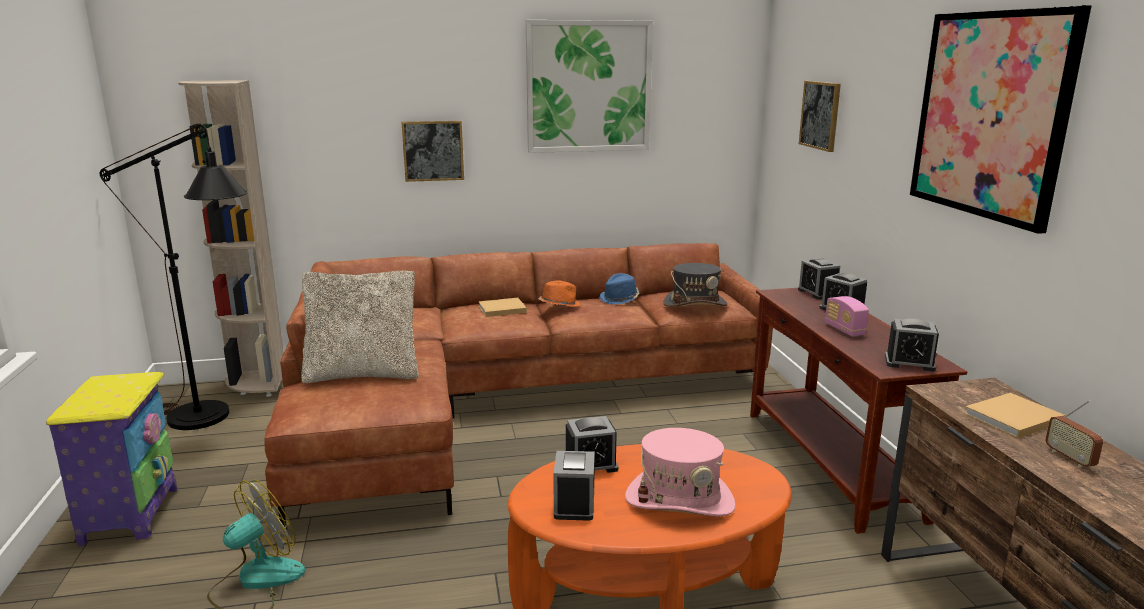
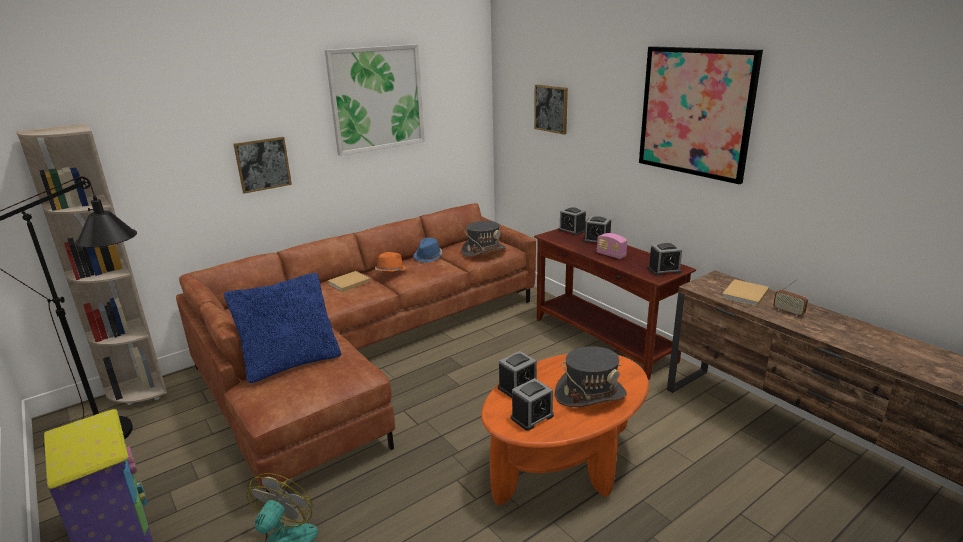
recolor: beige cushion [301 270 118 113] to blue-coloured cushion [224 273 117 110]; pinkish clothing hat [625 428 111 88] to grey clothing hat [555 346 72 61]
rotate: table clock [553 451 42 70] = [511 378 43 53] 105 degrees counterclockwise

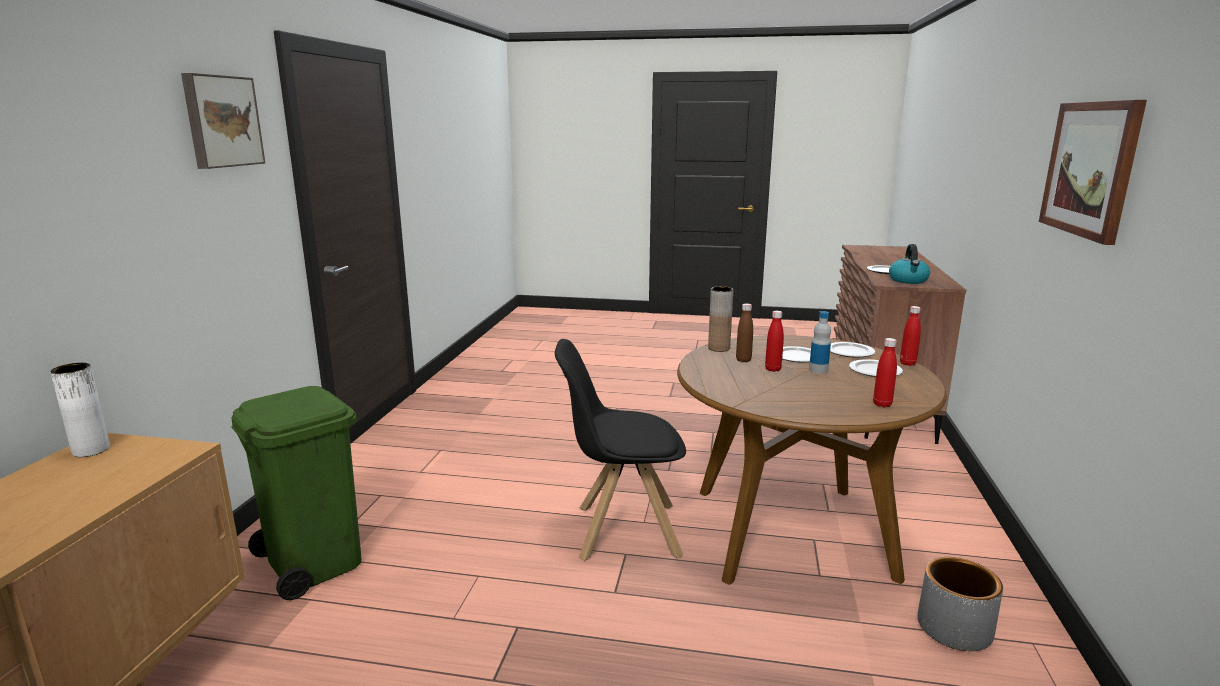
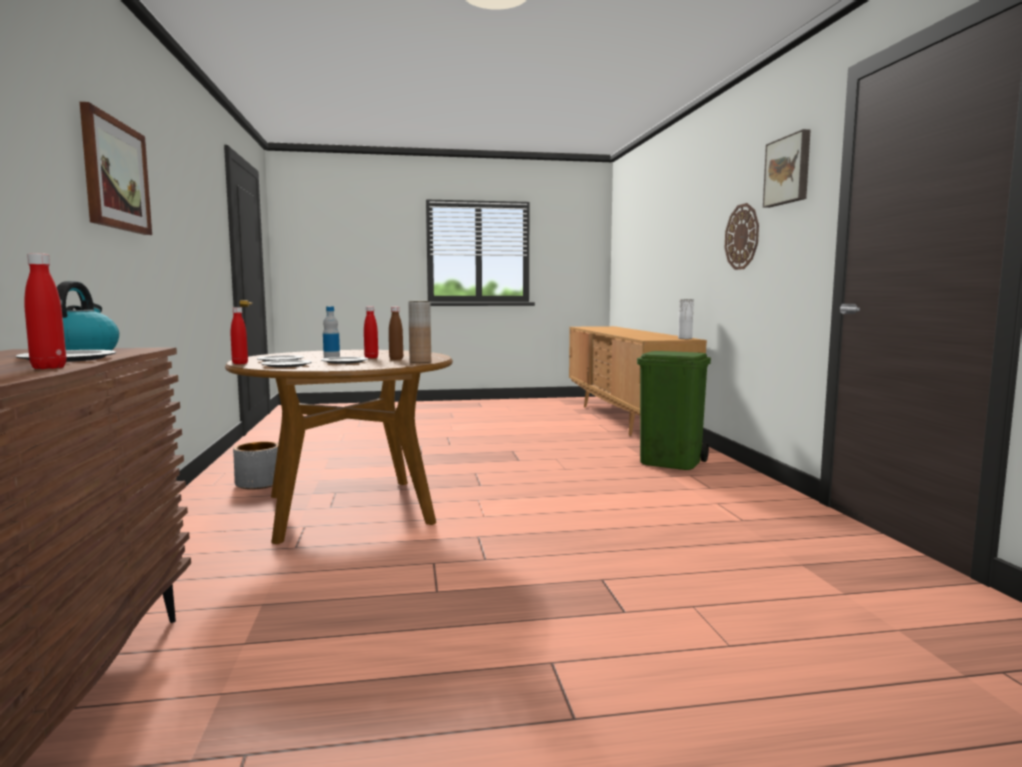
delete: black-coloured upright chair [555 339 131 222]
insert: hanging clock [725 203 34 67]
move: red beverage bottle [873 338 24 69] to [24 253 43 116]

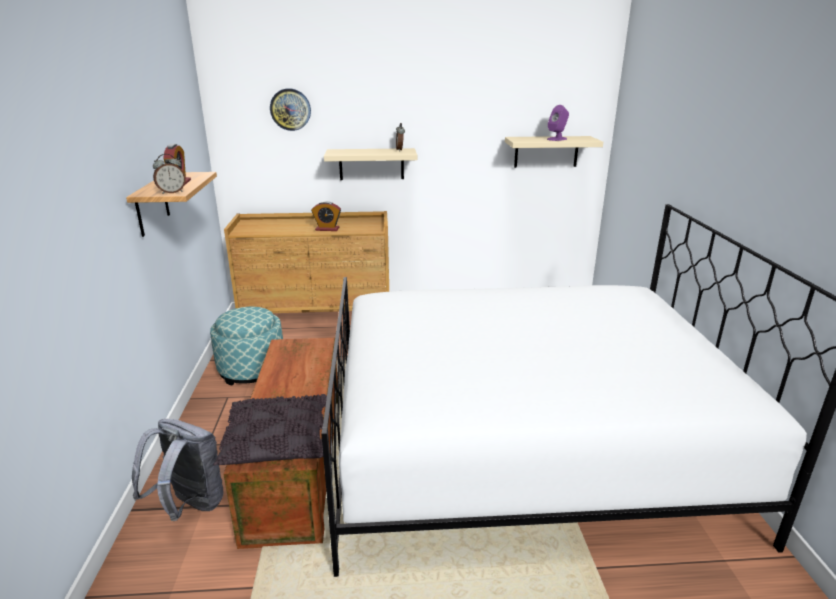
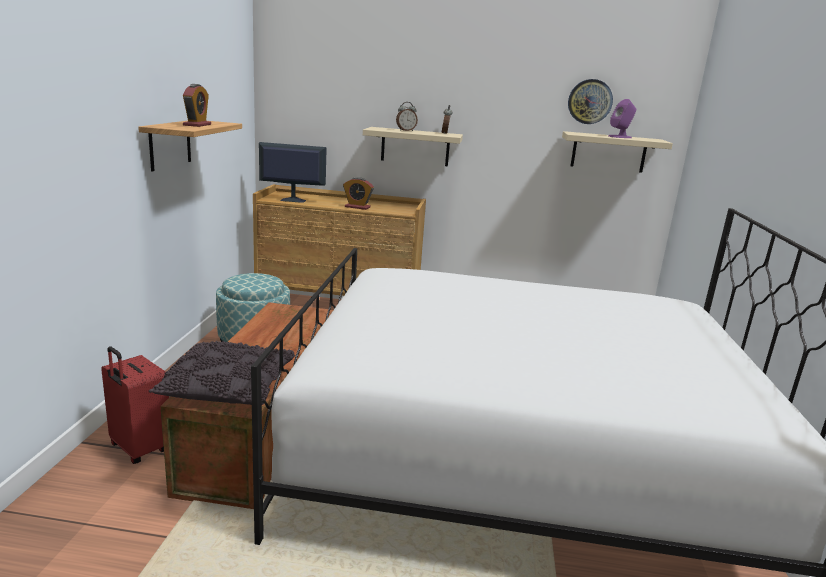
insert: computer display [259 142 68 61]
move: table clock [153 154 33 40] to [396 102 22 29]; hanging clock [270 88 41 43] to [568 79 45 45]
replace: grey knapsack [132 419 91 102] to red travel case [101 346 68 118]

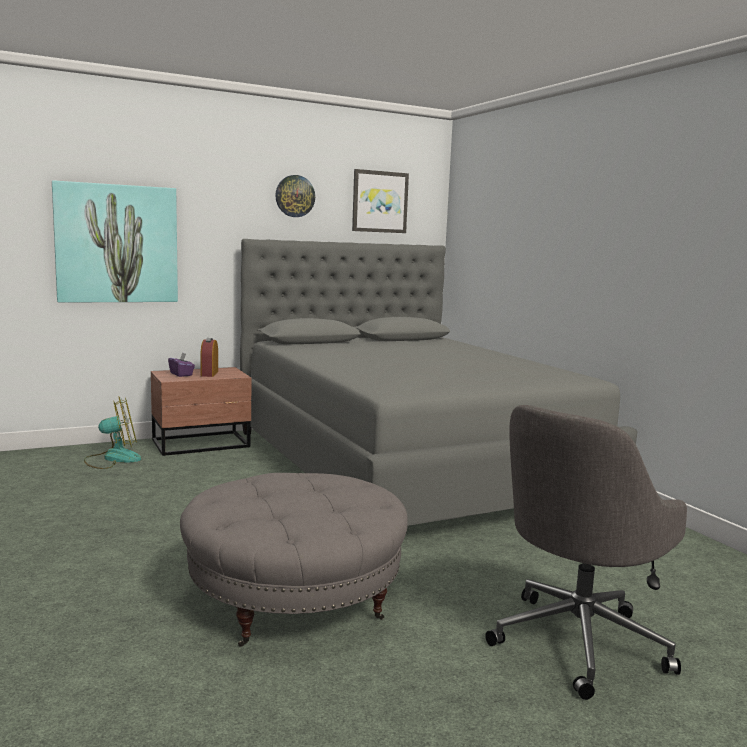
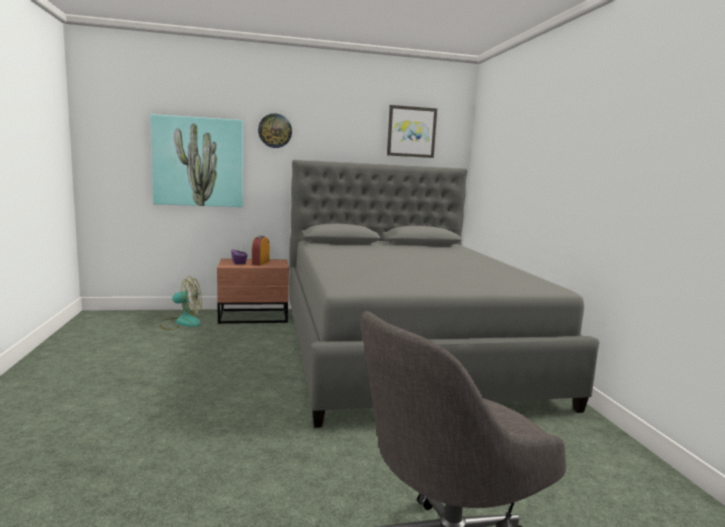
delete: grey ottoman [180 473 228 174]
move: hanging clock [275 175 40 42] to [258 113 34 35]

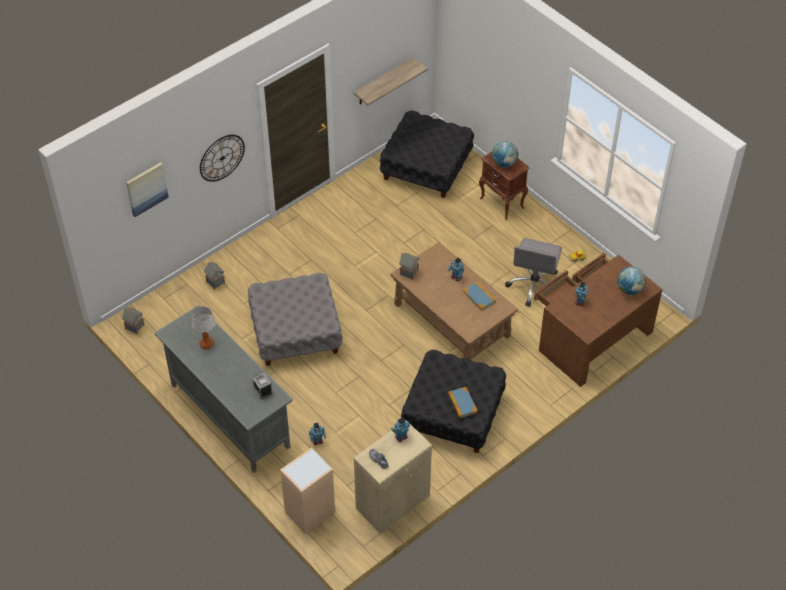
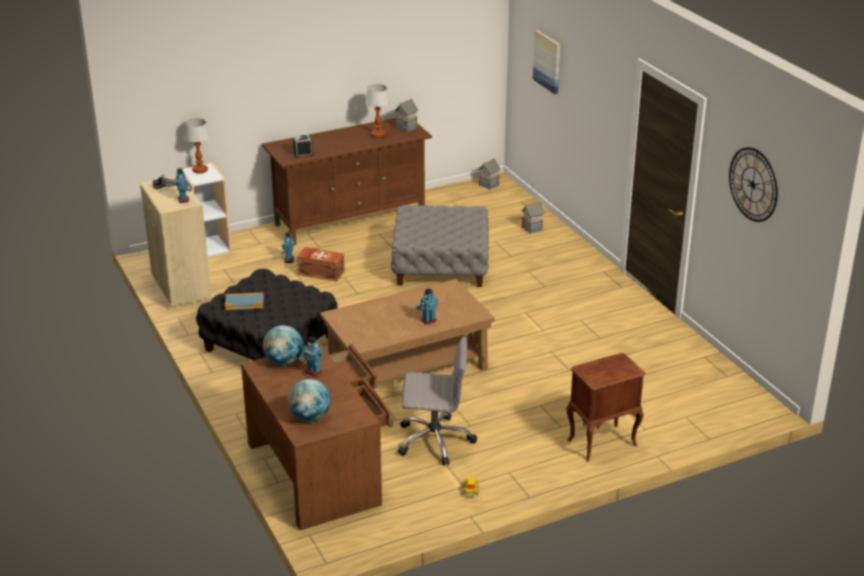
delete: shelf [354 58 74 47]; black-coloured ottoman [380 111 94 87]; bound book [463 282 33 29]
insert: table lamp [184 118 26 55]; brownish storage container [297 247 48 35]
move: hanging clock [200 135 45 47] to [729 147 49 75]; miniature house [399 253 20 27] to [395 99 23 34]; globe [492 141 26 26] to [263 325 40 40]
recolor: grey drawer chest [155 305 138 168] to brownish drawer chest [262 118 170 127]
rotate: grey office chair [505 238 57 69] = [398 336 79 129] 150 degrees clockwise

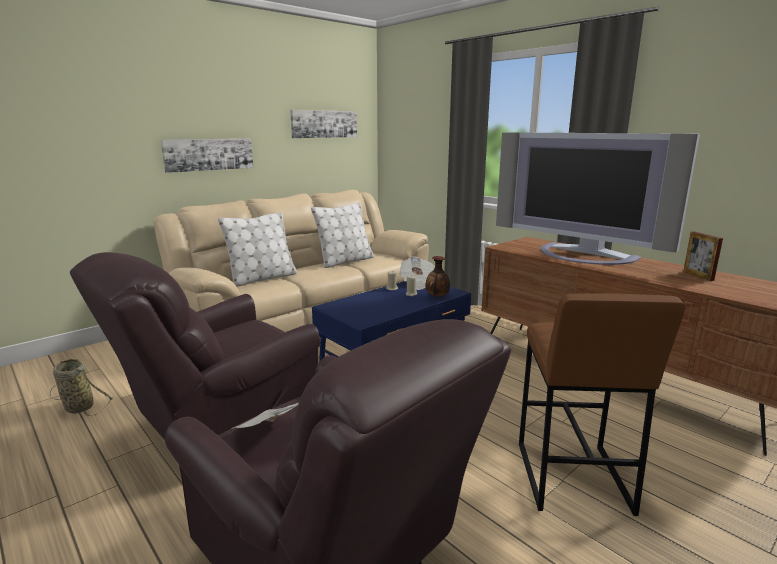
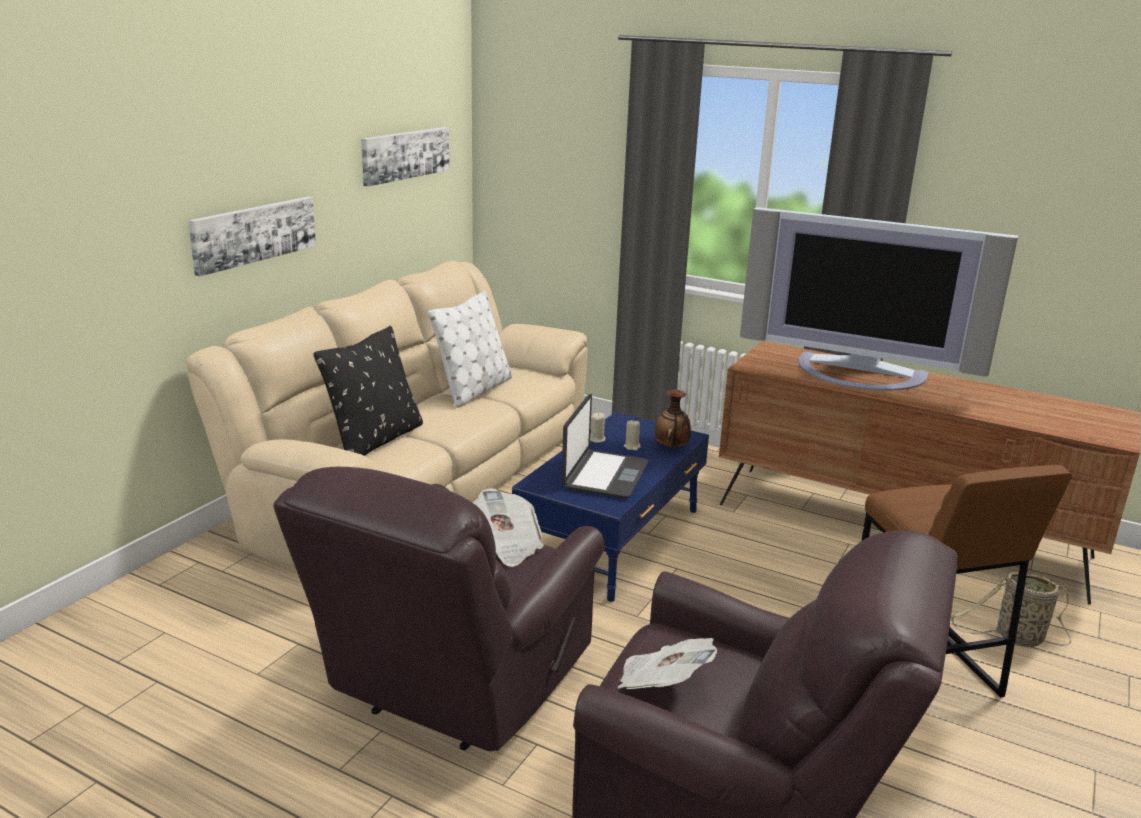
delete: standing frame [683 231 40 50]
insert: notebook computer [561 394 88 105]
move: household basket [50 358 63 58] to [951 572 120 75]; printed paper [399 257 36 33] to [472 488 72 79]
recolor: whitish cushion [218 212 79 74] to black-coloured cushion [313 326 110 130]

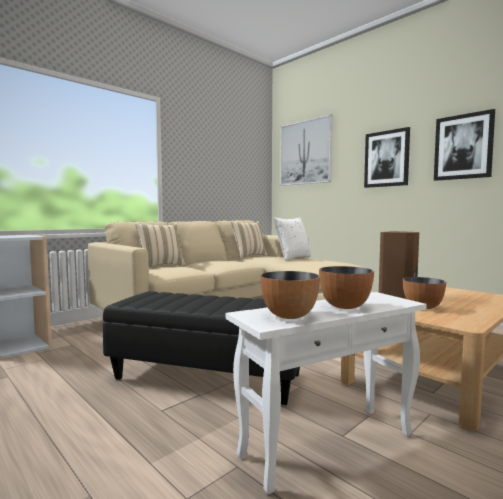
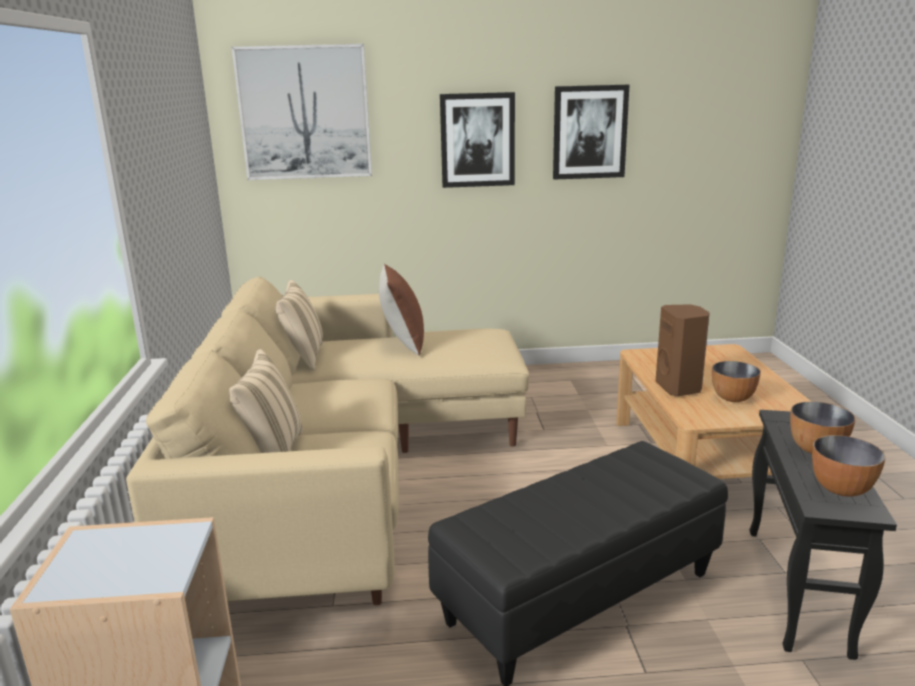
recolor: whitish accent table [226 292 201 202] to black-coloured accent table [749 410 148 250]; whitish cushion [274 217 37 44] to brownish cushion [379 264 45 92]

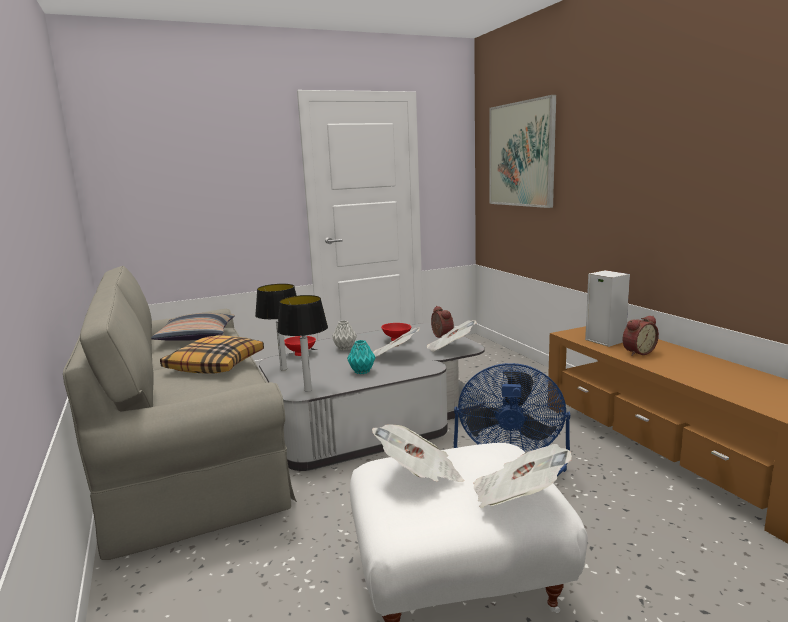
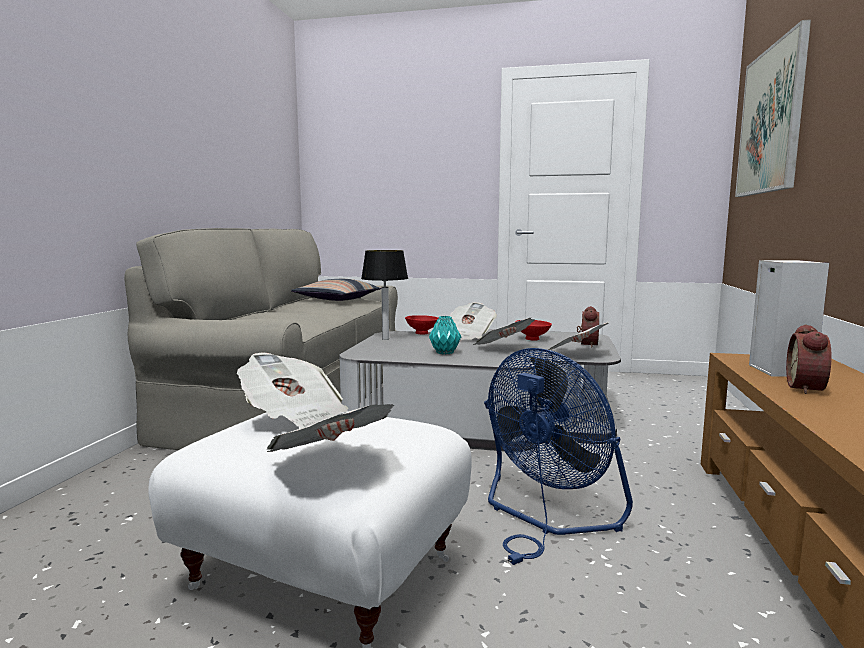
delete: cushion [160 336 104 38]; table lamp [277 295 51 97]
replace: grey vase [332 320 25 31] to printed paper [449 302 48 38]
rotate: table clock [622 315 37 41] = [786 324 46 70] 105 degrees clockwise

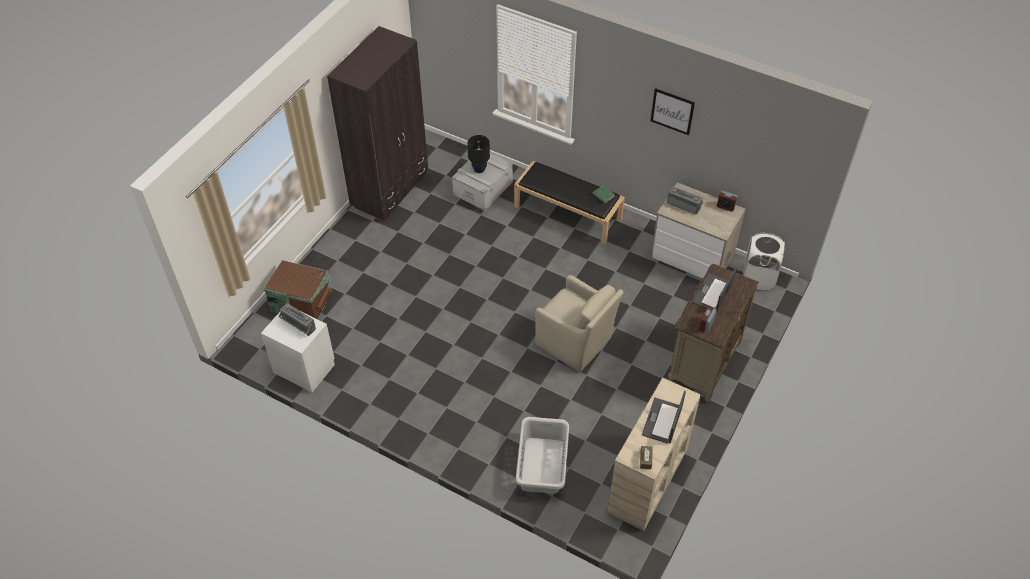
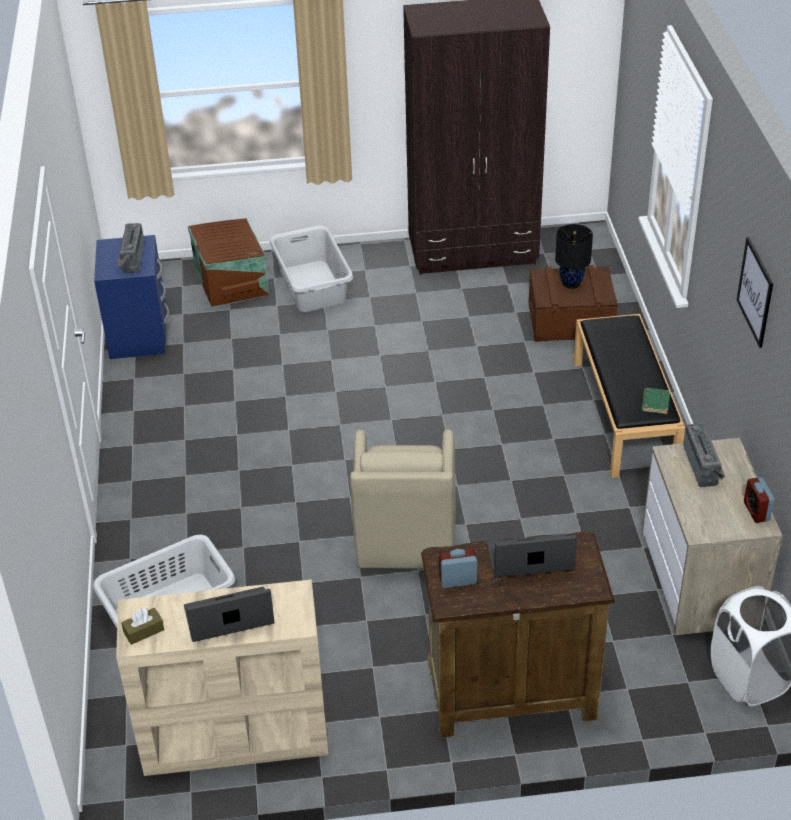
insert: grey washing basket [270 226 83 86]
recolor: whitish night table [261 312 74 80] to blue-coloured night table [94 235 75 124]; grey storage container [452 149 61 62] to brownish storage container [529 265 89 77]

